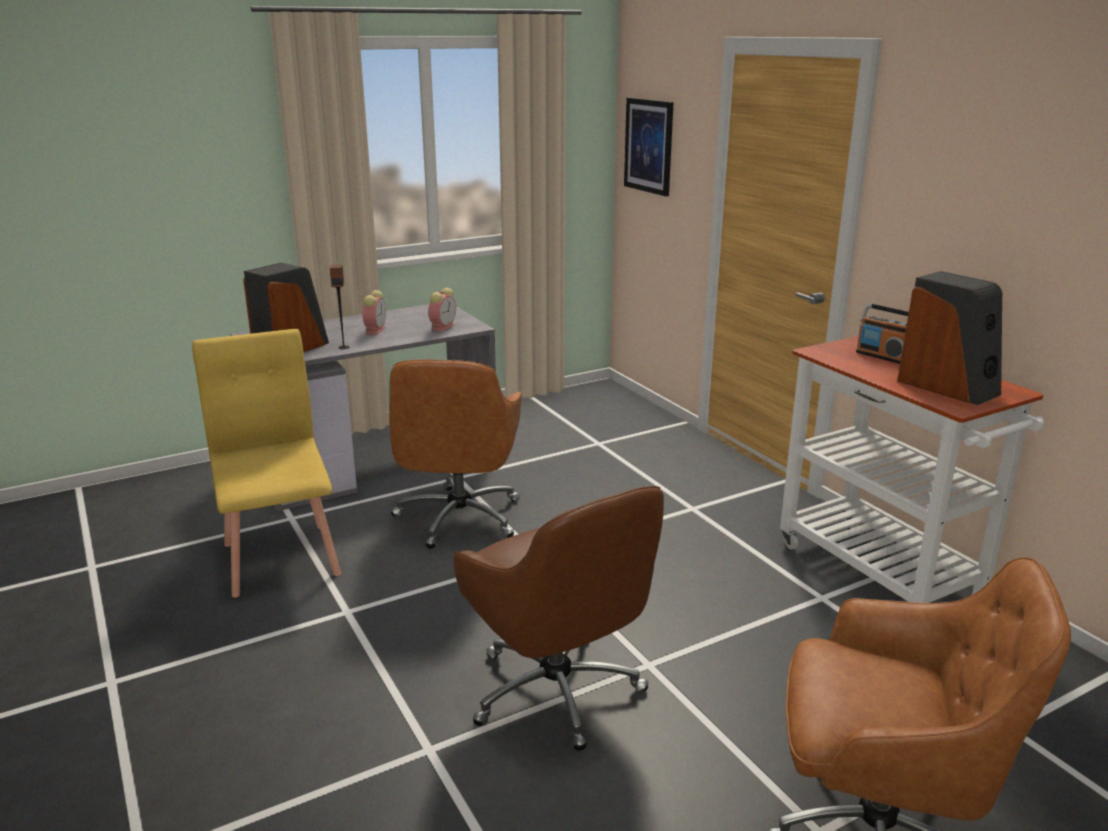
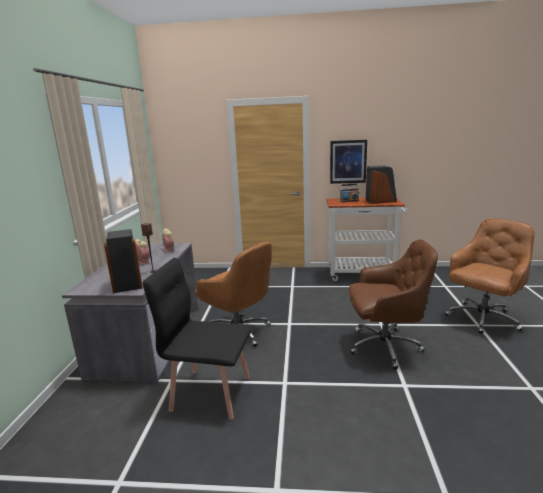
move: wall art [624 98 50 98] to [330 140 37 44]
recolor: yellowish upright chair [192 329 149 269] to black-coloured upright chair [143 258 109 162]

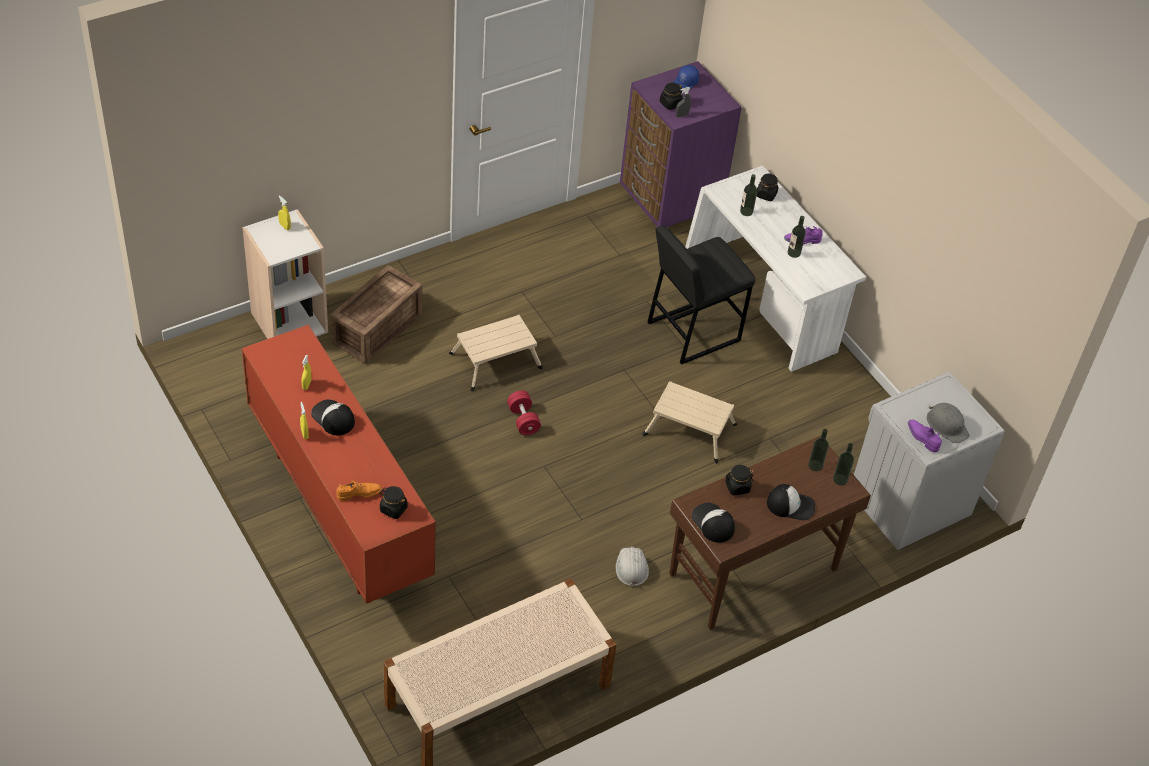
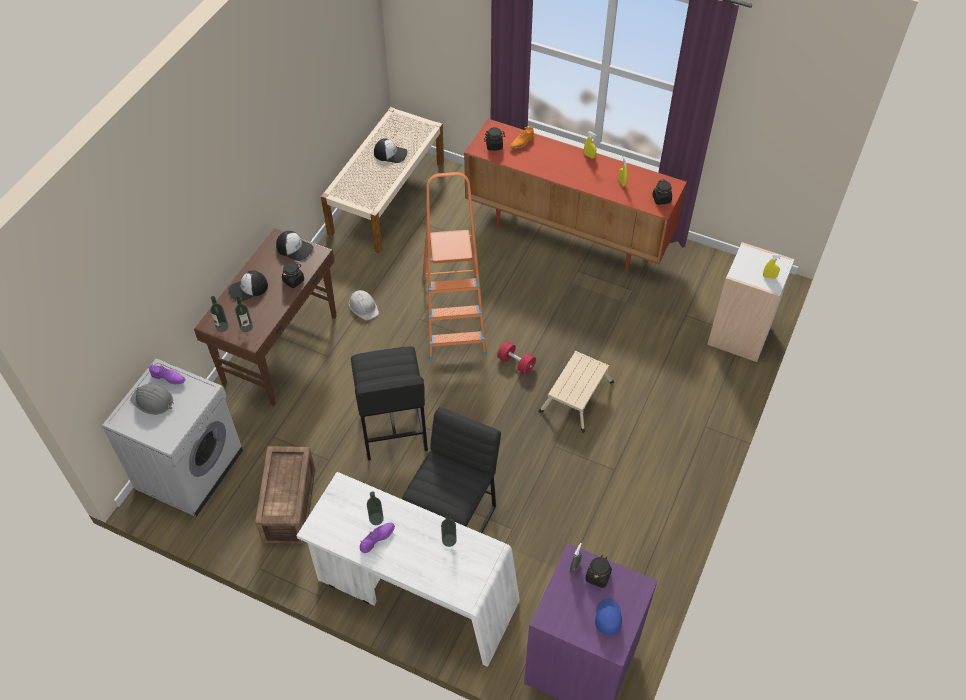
insert: orange stepladder [422 172 65 188]
move: baseball cap [311 399 44 36] to [374 138 33 25]; shipping crate [331 265 91 99] to [255 446 60 97]; black-coloured preserve jar [757 173 22 28] to [652 180 20 25]
replace: beige stepladder [642 381 95 83] to black-coloured upright chair [351 346 77 114]

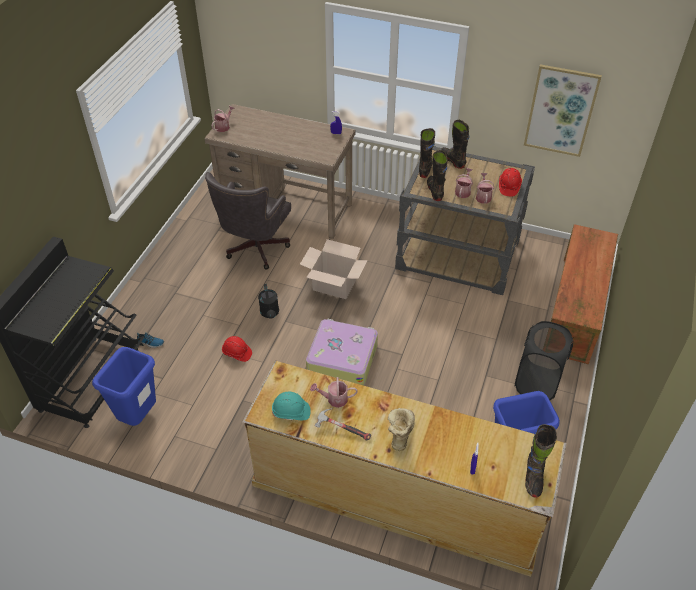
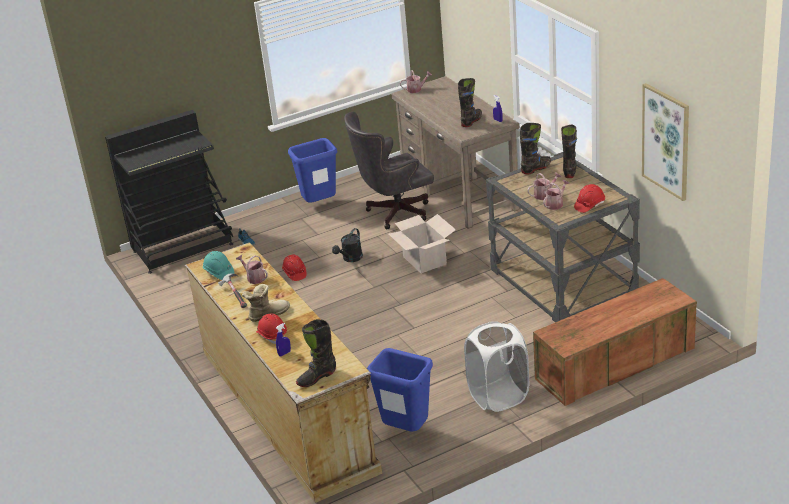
delete: travel case [306 319 72 66]
insert: red safety helmet [256 313 31 31]
move: blue-coloured waste bin [92 347 64 79] to [288 138 49 65]; black-coloured high-top boot [427 150 20 51] to [458 78 24 49]
recolor: black-coloured washing basket [515 321 58 79] to whitish washing basket [464 321 65 91]

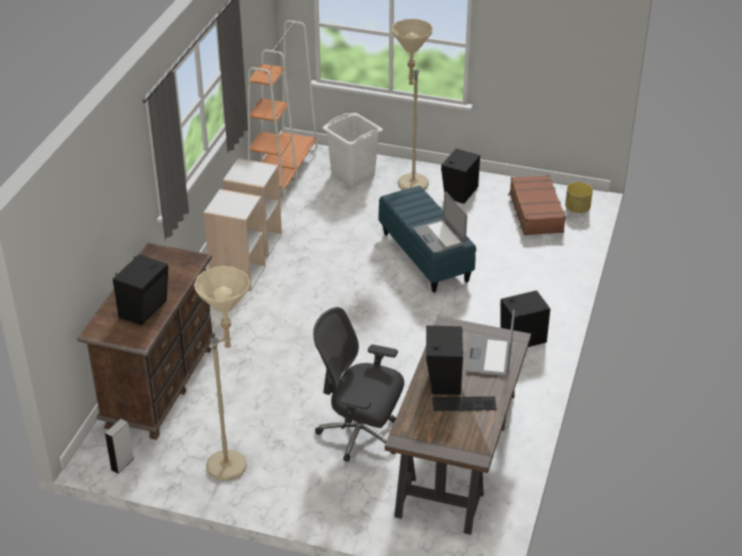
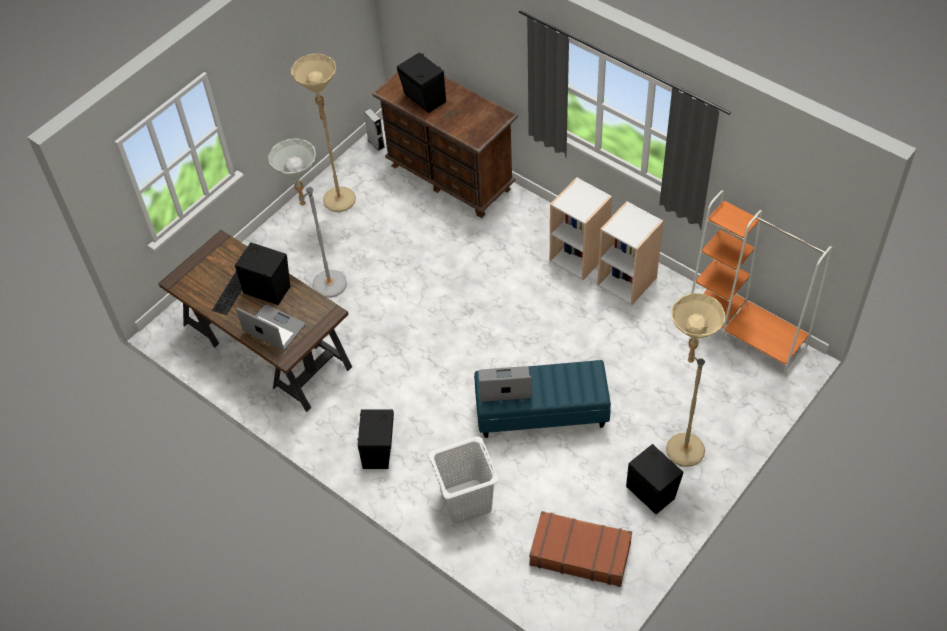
delete: yellowish planter [565 182 28 31]
move: whitish washing basket [322 113 61 73] to [428 436 71 88]
replace: office chair [313 307 91 155] to grey standard lamp [268 138 79 160]

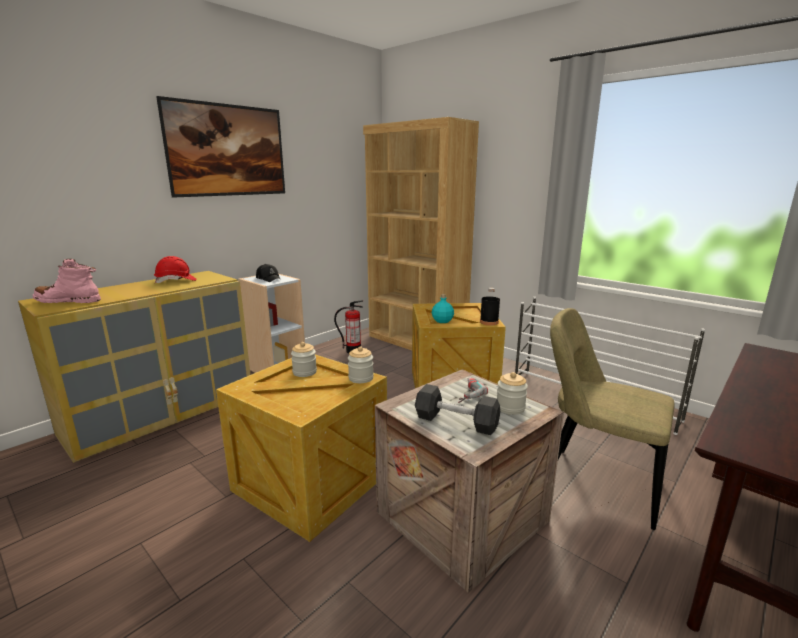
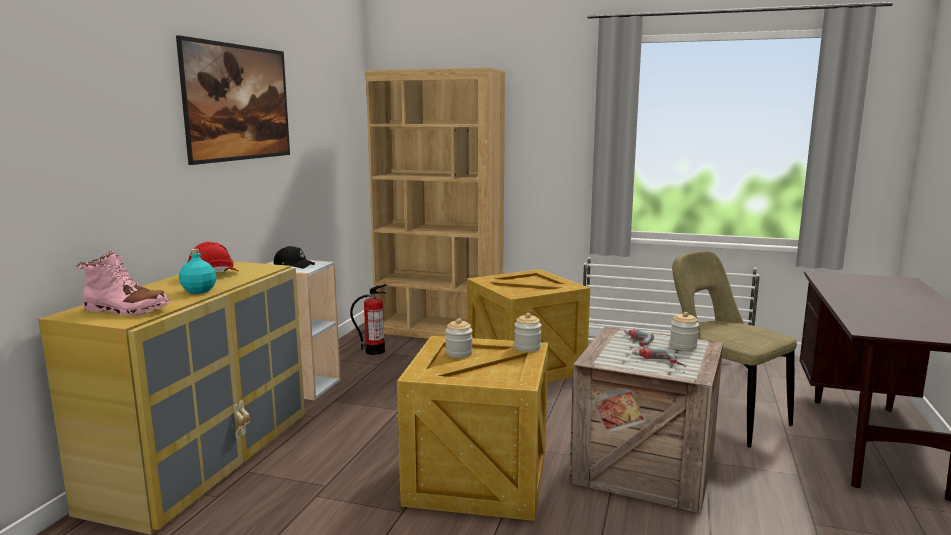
delete: black-coloured beverage bottle [480 288 20 38]
move: blue-green beverage bottle [432 294 22 29] to [179 249 38 45]
replace: grey dumbbell [415 384 86 51] to drill [632 348 54 19]
rotate: pinkish high-top boot [33 259 68 44] = [76 251 94 65] 150 degrees counterclockwise; beige upright chair [550 308 124 222] = [672 251 125 197] 45 degrees clockwise

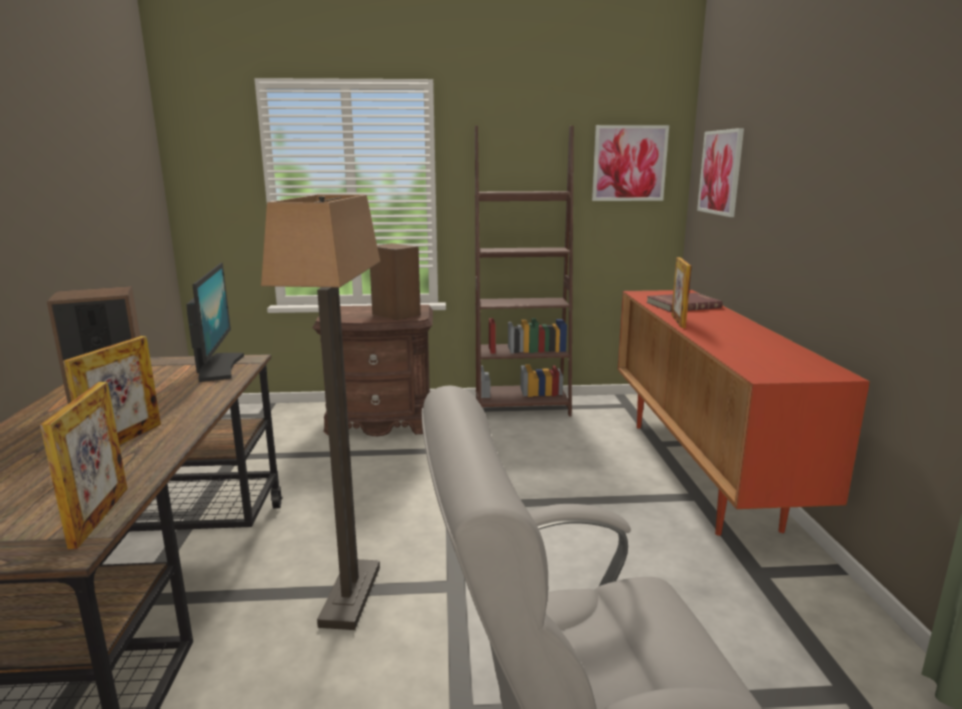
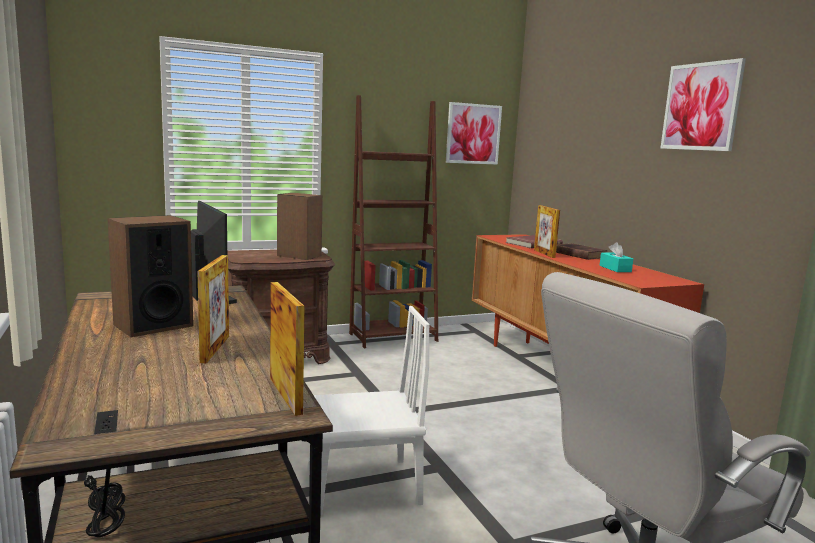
insert: brownish bound book [556 243 51 17]; blue-green box of tissues [599 242 34 30]
move: wall art [697 128 47 89] to [660 58 86 93]
replace: standard lamp [261 194 119 436] to whitish upright chair [308 306 122 210]

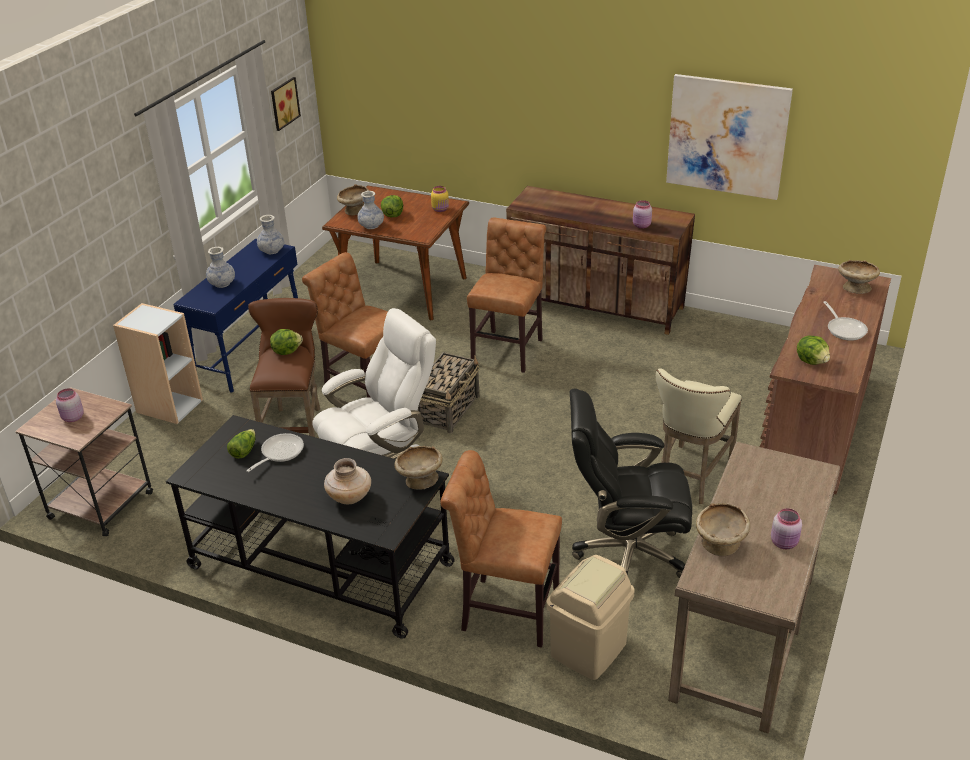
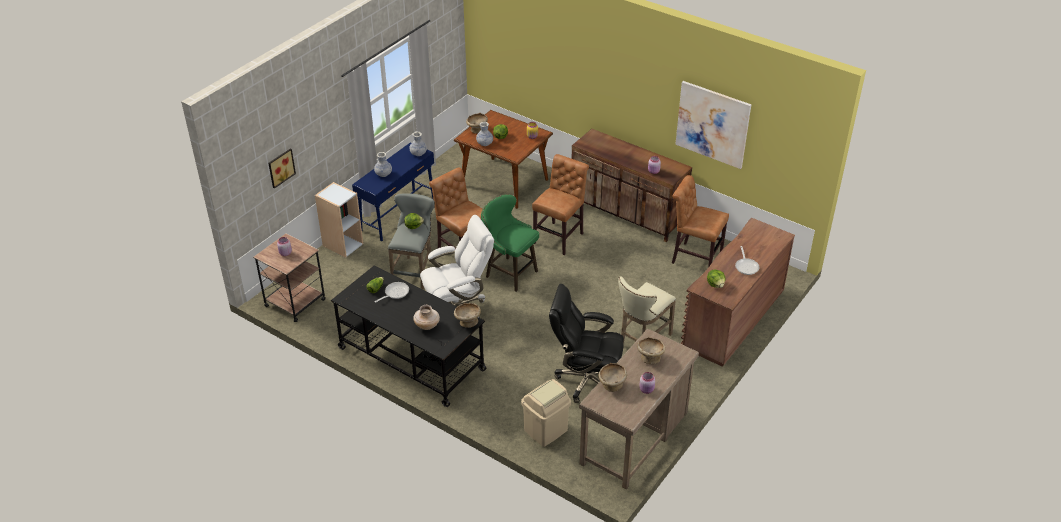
move: wall art [271 77 30 54] to [268 148 28 40]; brownish upright chair [441 450 121 198] to [672 175 57 92]; beige serving bowl [838 260 42 34] to [637 337 28 27]
replace: household basket [418 352 62 82] to greenish sitting stool [481 194 58 98]
recolor: brownish sitting stool [248 298 72 139] to grey sitting stool [388 193 47 96]

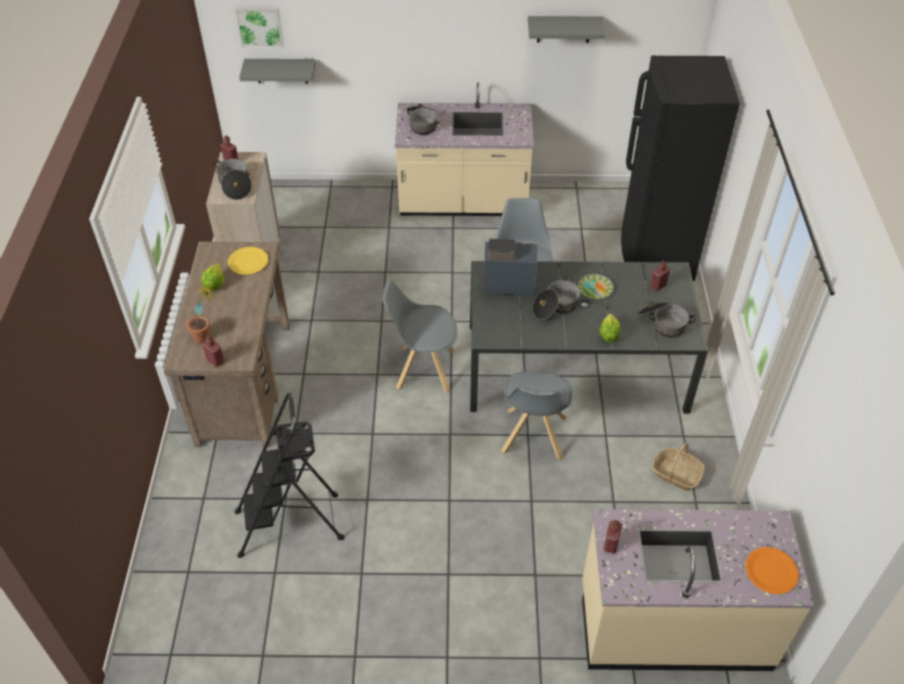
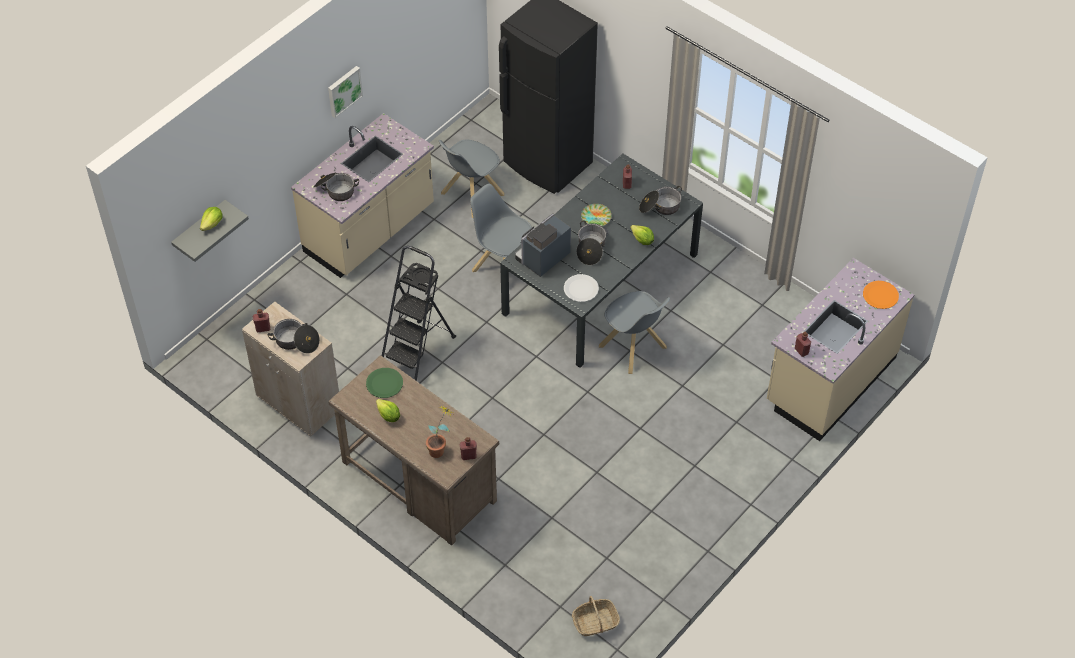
delete: grey shelf [528 16 77 27]
insert: lettuce head [200 207 23 24]; whitish dinner plate [564 274 35 28]
move: wall art [235 7 49 41] to [328 66 35 52]; stepladder [235 393 109 165] to [382 246 74 135]; grey upright chair [383 280 75 113] to [439 139 66 79]; household basket [652 443 53 48] to [572 596 48 40]
recolor: yellowish dinner plate [228 247 40 28] to greenish dinner plate [366 368 37 30]

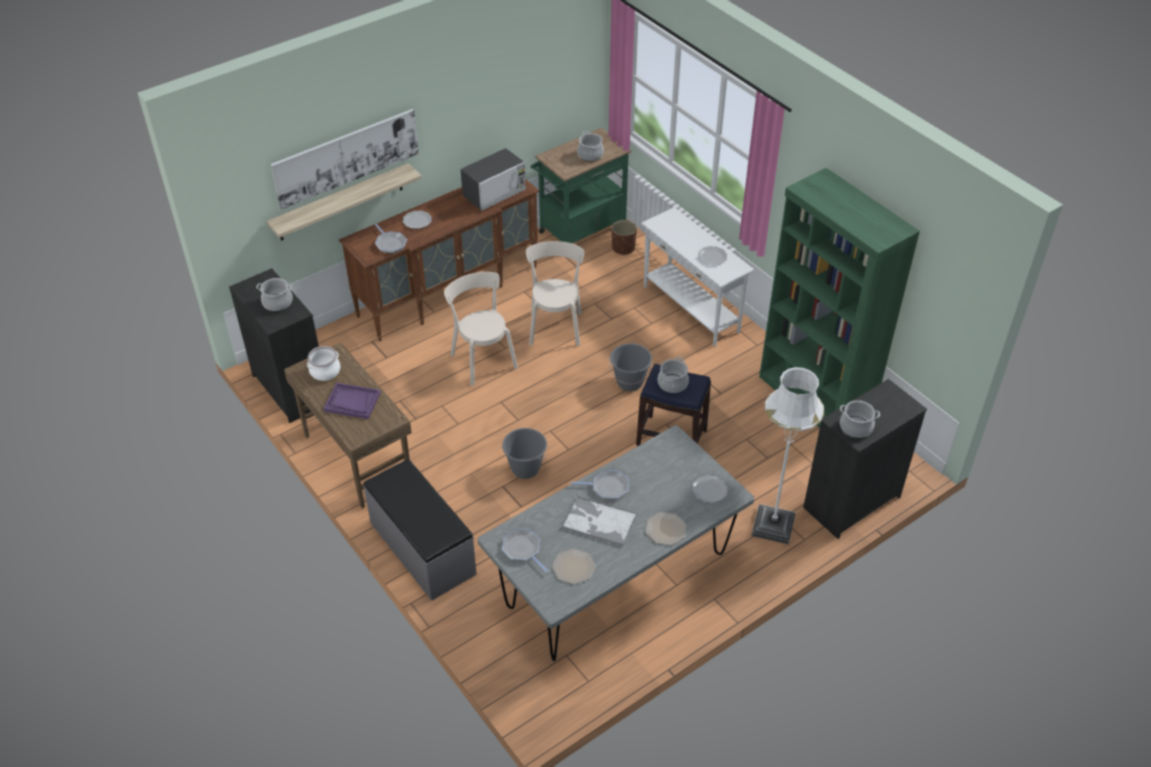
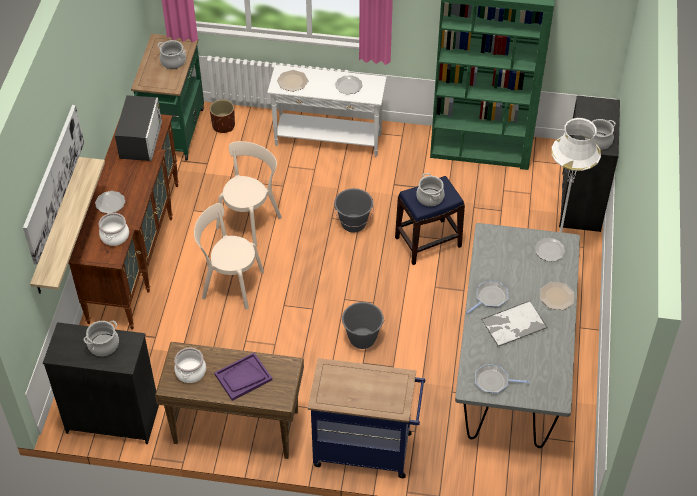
move: dinner plate [552 549 44 35] to [277 70 31 22]
replace: grey bench [363 459 114 142] to blue-coloured trolley [308 358 117 120]; frying pan [374 223 33 30] to stockpot [99 213 30 33]
rotate: beige upright chair [526 241 59 105] = [216 141 66 106] 75 degrees clockwise

